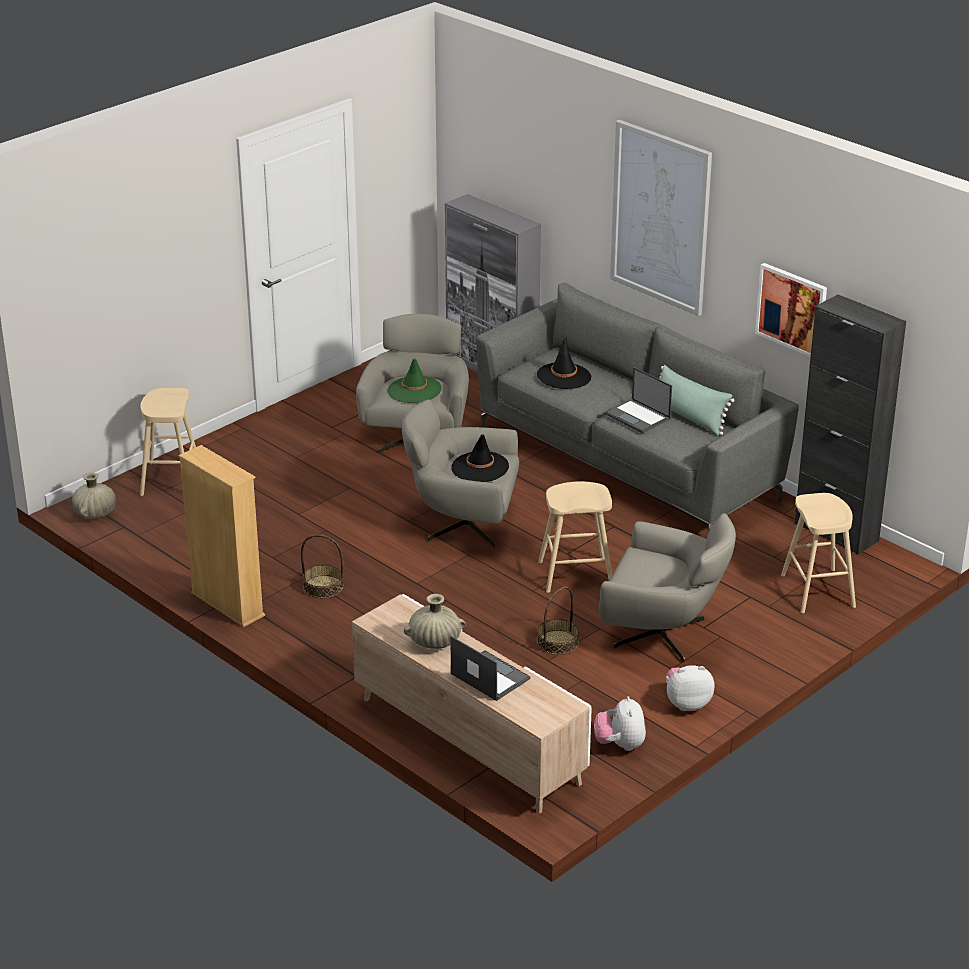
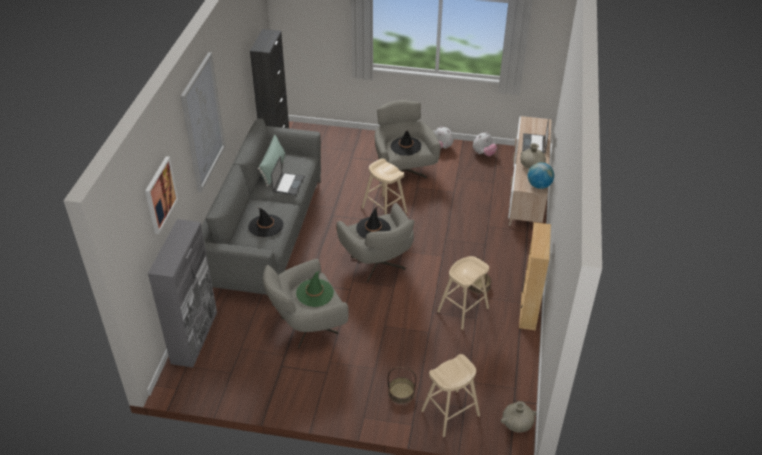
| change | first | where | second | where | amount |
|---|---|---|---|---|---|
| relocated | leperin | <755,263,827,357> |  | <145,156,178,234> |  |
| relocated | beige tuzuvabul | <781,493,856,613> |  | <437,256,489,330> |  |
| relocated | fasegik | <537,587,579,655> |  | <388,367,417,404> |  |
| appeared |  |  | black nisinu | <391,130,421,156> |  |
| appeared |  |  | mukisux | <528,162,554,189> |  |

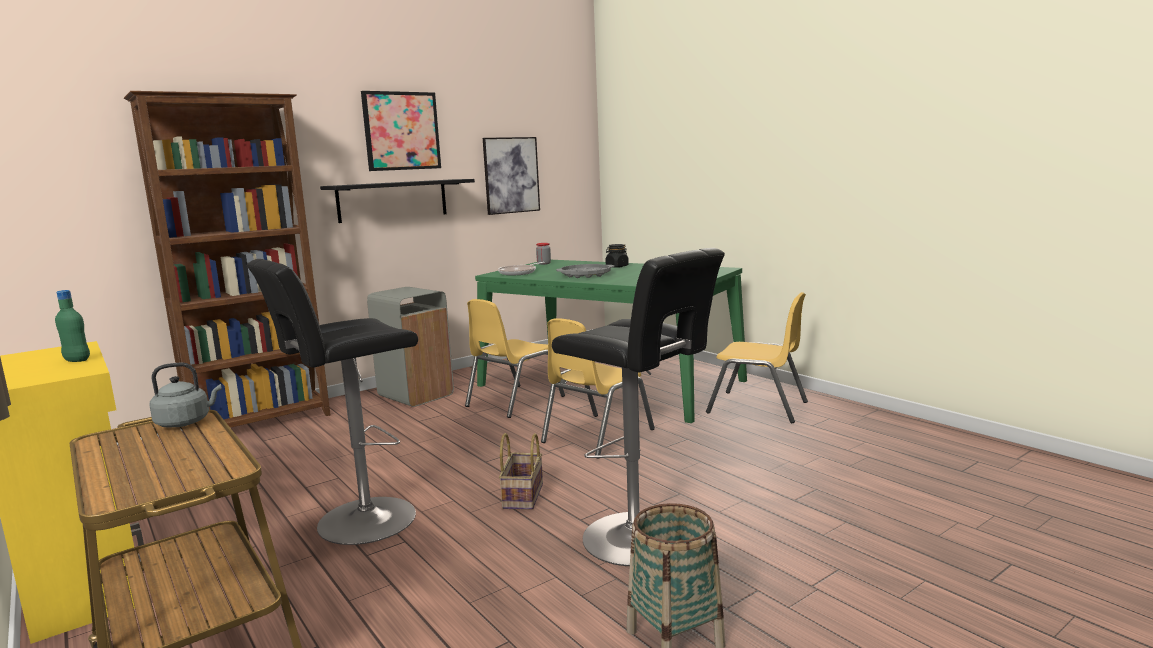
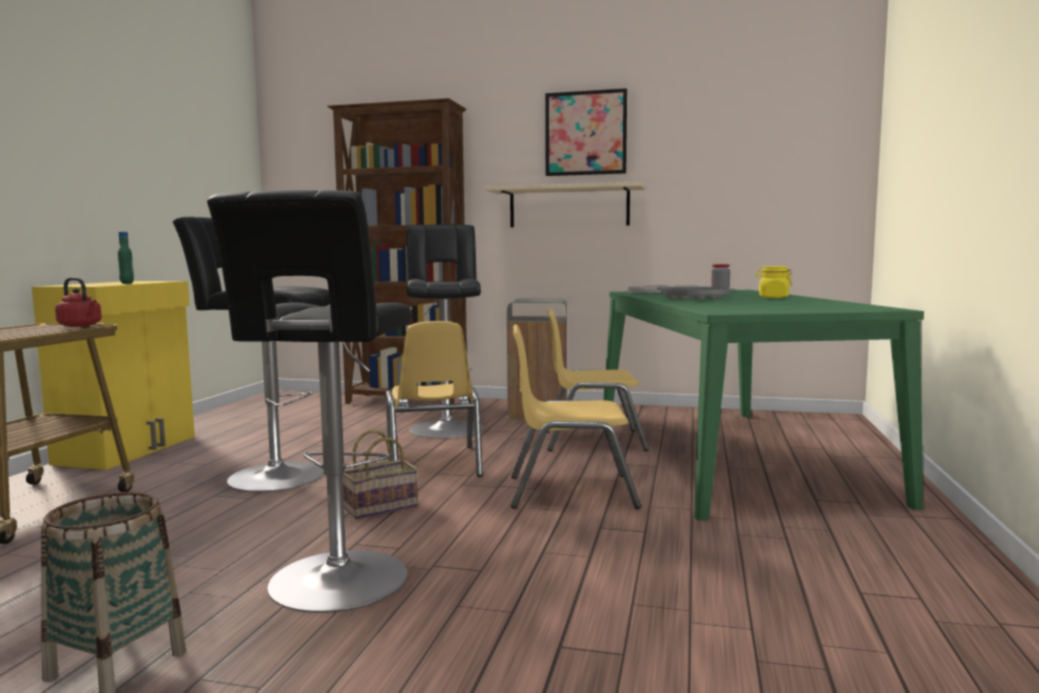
| change | first | where | second | where | amount |
|---|---|---|---|---|---|
| missing | leperin | <483,137,540,215> |  |  |  |
| colour | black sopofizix | <320,179,475,223> | beige sopofizix | <485,182,645,227> |  |
| colour | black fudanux | <606,244,629,268> | yellow fudanux | <756,266,792,298> |  |
| relocated | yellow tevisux | <706,292,808,423> |  | <386,321,483,477> |  |
| colour | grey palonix | <149,362,222,427> | red palonix | <55,277,102,327> |  |
| appeared |  |  | black tuzuvabul | <407,224,484,438> |  |

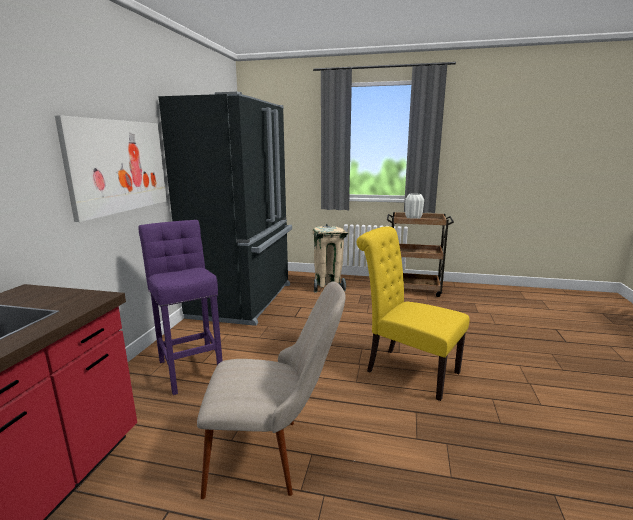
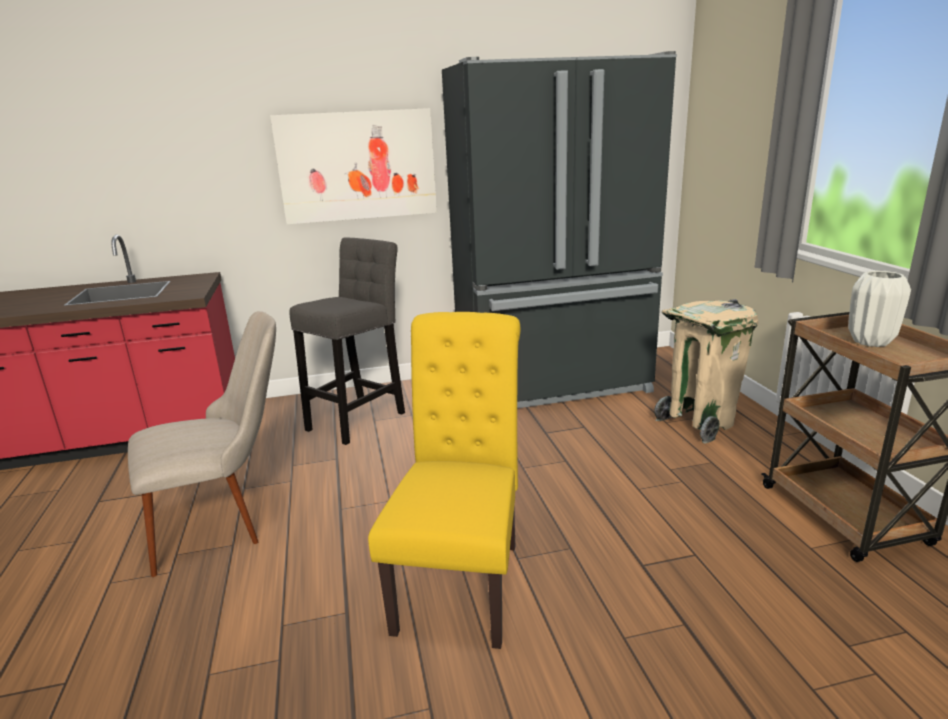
| change | first | where | second | where | amount |
|---|---|---|---|---|---|
| colour | purple tuzuvabul | <138,220,223,395> | grey tuzuvabul | <289,237,405,445> |  |
| spun | beige tevisux | <197,281,346,499> |  | <128,311,276,577> | 90 degrees counterclockwise |

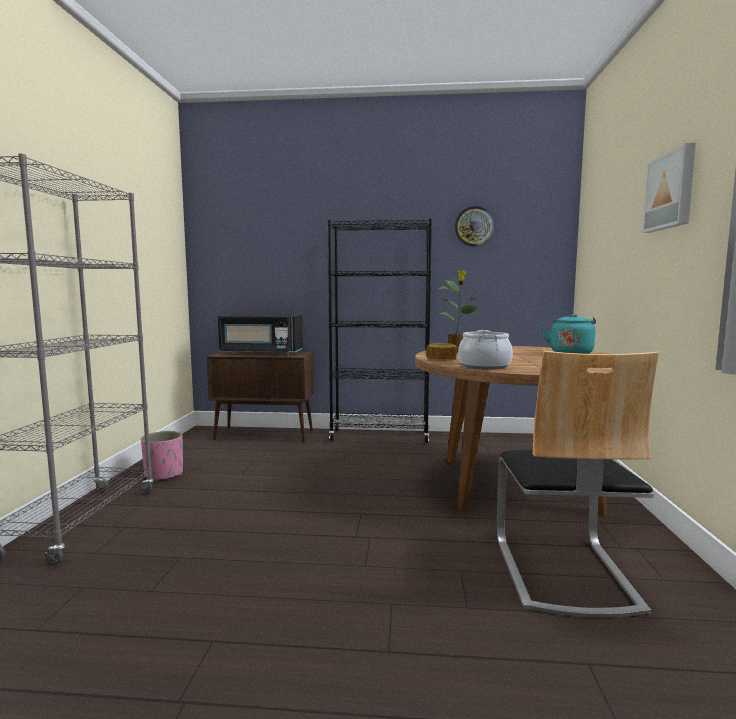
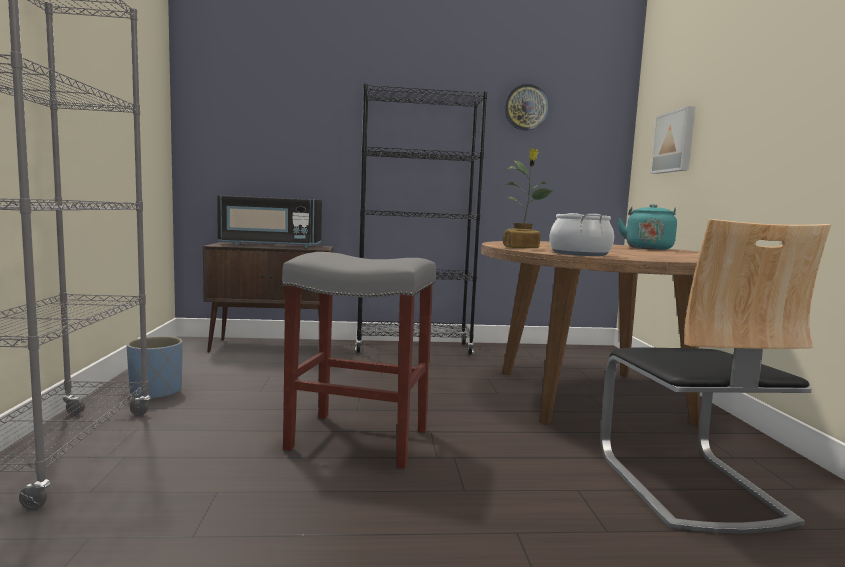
| change | first | where | second | where | amount |
|---|---|---|---|---|---|
| relocated | leperin | <642,143,696,233> |  | <650,106,696,174> |  |
| colour | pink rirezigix | <141,431,183,481> | blue rirezigix | <126,336,183,401> |  |
| appeared |  |  | grey tuzuvabul | <282,252,436,468> |  |

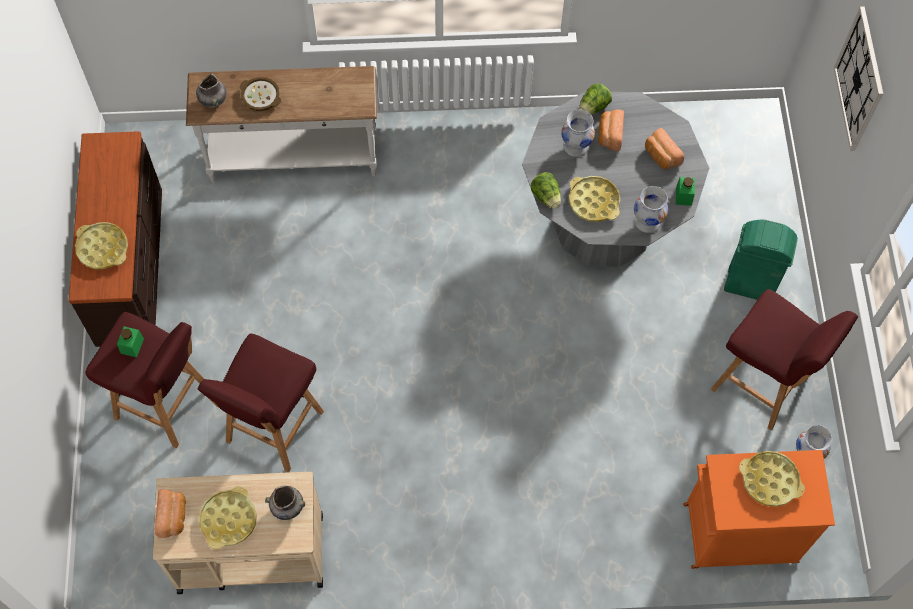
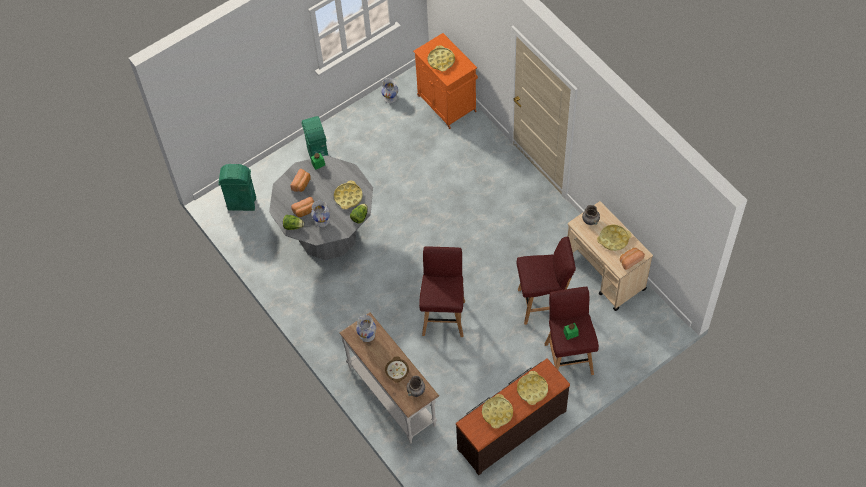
| change | first | where | second | where | amount |
|---|---|---|---|---|---|
| missing | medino | <834,6,883,151> |  |  |  |
| relocated | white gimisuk | <634,186,668,233> |  | <356,315,376,342> |  |
| relocated | red tuzuvabul | <711,289,858,430> |  | <419,247,465,337> |  |
| appeared |  |  | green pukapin | <218,164,256,211> |  |
| appeared |  |  | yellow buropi | <482,394,513,429> |  |

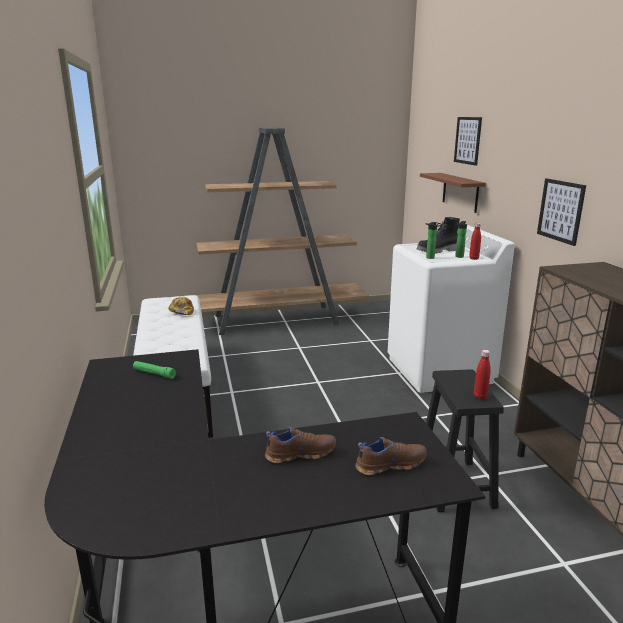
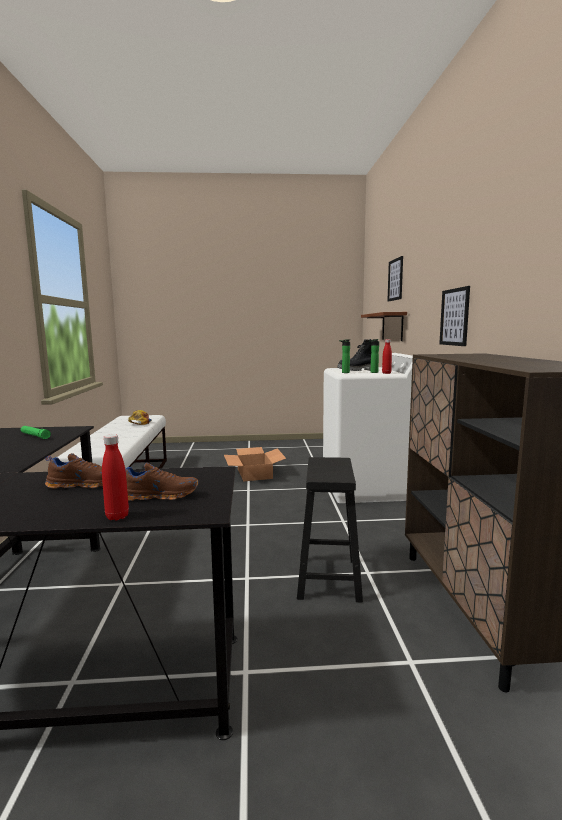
| change | first | where | second | where | amount |
|---|---|---|---|---|---|
| missing | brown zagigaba | <196,127,369,335> |  |  |  |
| relocated | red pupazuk | <474,350,491,399> |  | <102,434,129,520> |  |
| appeared |  |  | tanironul | <224,447,286,481> |  |

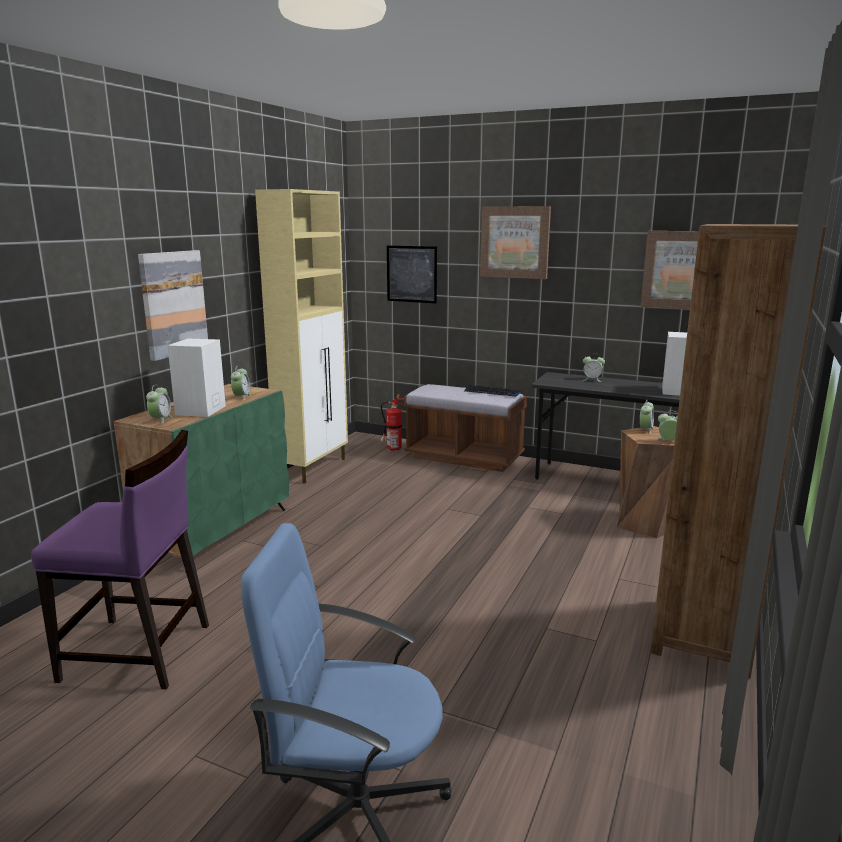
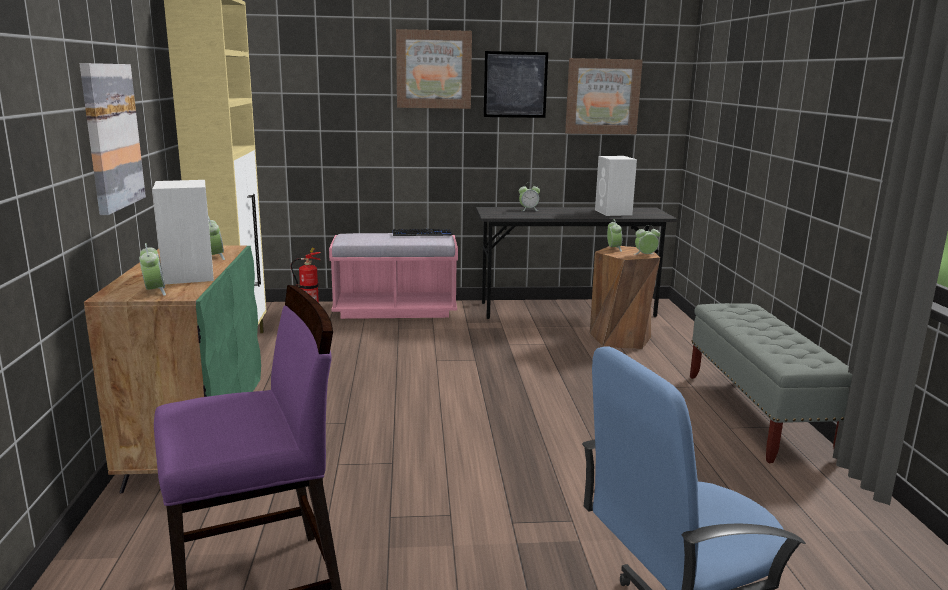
| change | first | where | second | where | amount |
|---|---|---|---|---|---|
| exchanged | brown zagigaba | <650,224,826,678> | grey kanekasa | <690,303,852,463> |  |
| relocated | leperin | <387,246,437,303> |  | <484,51,548,118> |  |
| colour | brown kanekasa | <404,384,527,472> | pink kanekasa | <329,233,458,319> |  |

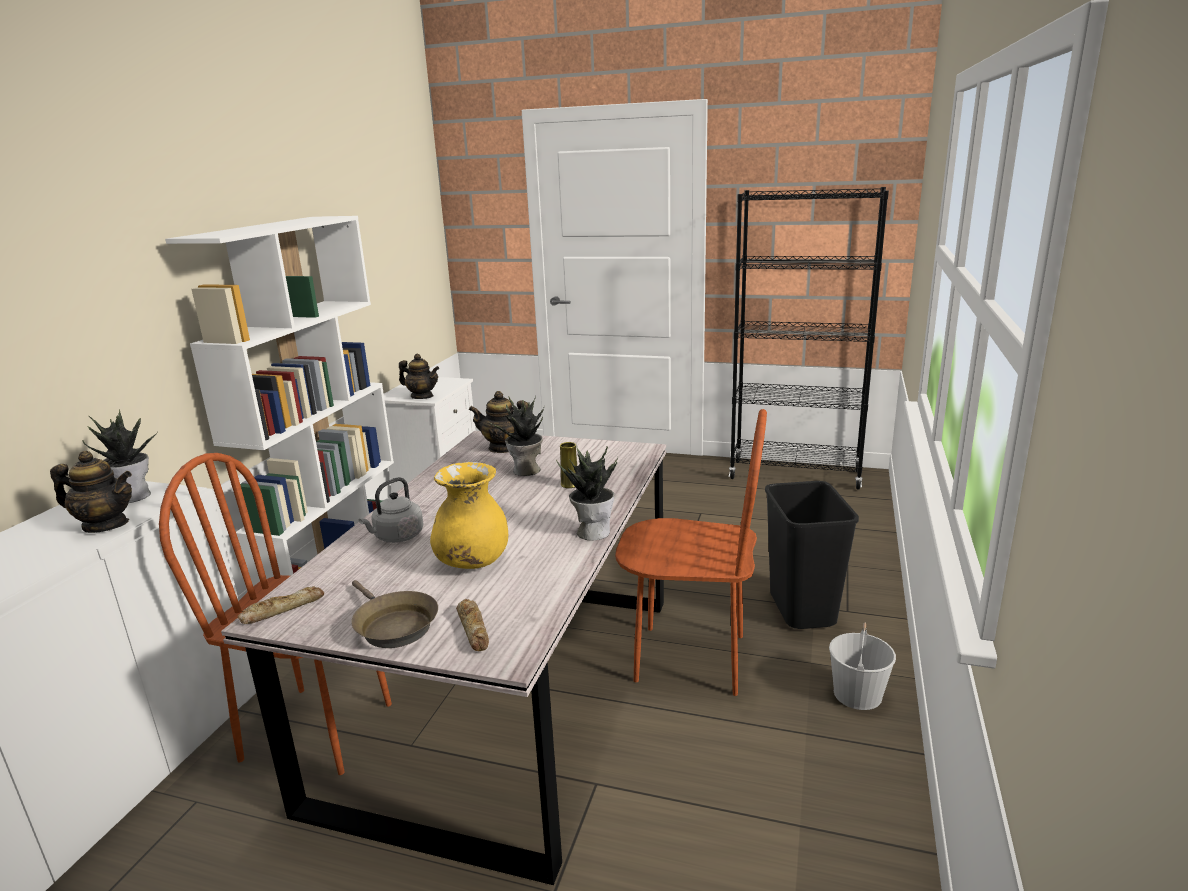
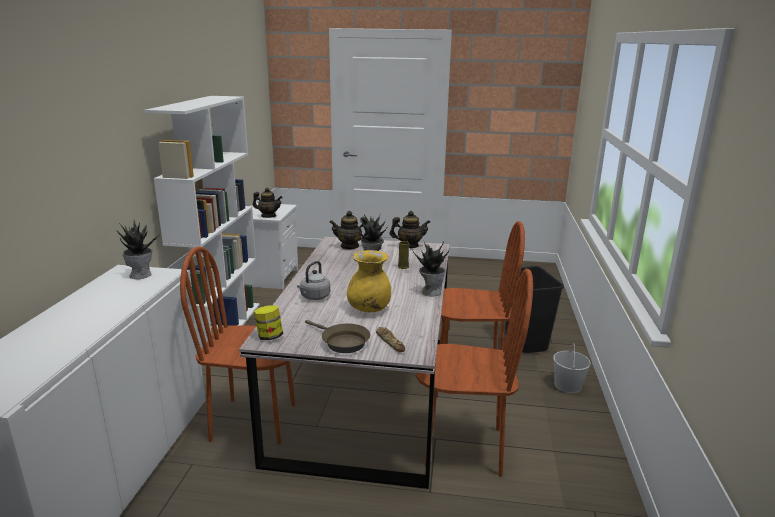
| change | first | where | second | where | amount |
|---|---|---|---|---|---|
| missing | black zagigaba | <729,187,889,490> |  |  |  |
| relocated | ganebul | <50,451,132,533> |  | <390,211,431,248> |  |
| exchanged | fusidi | <238,586,324,624> | fudanux | <254,305,283,340> |  |
| appeared |  |  | brown tevisux | <416,269,533,477> |  |

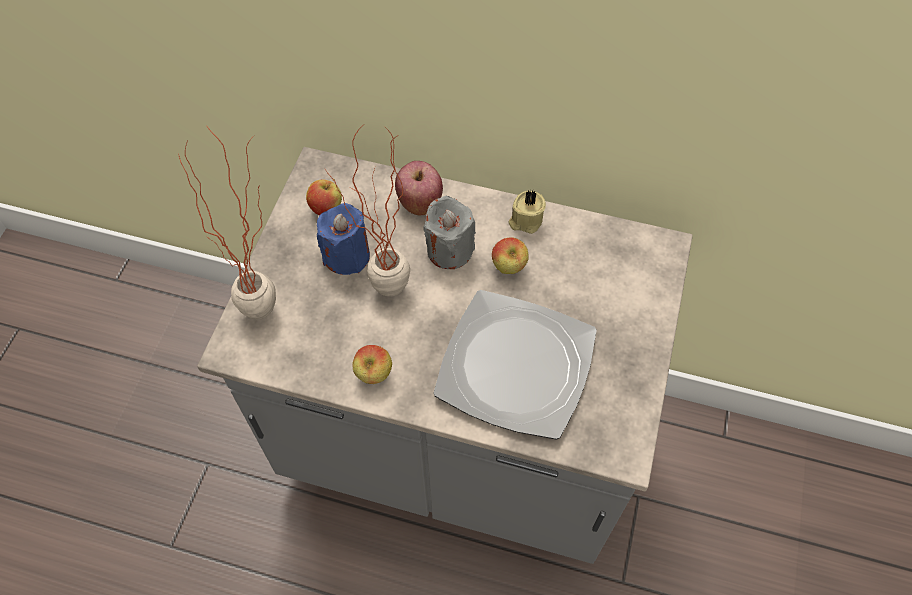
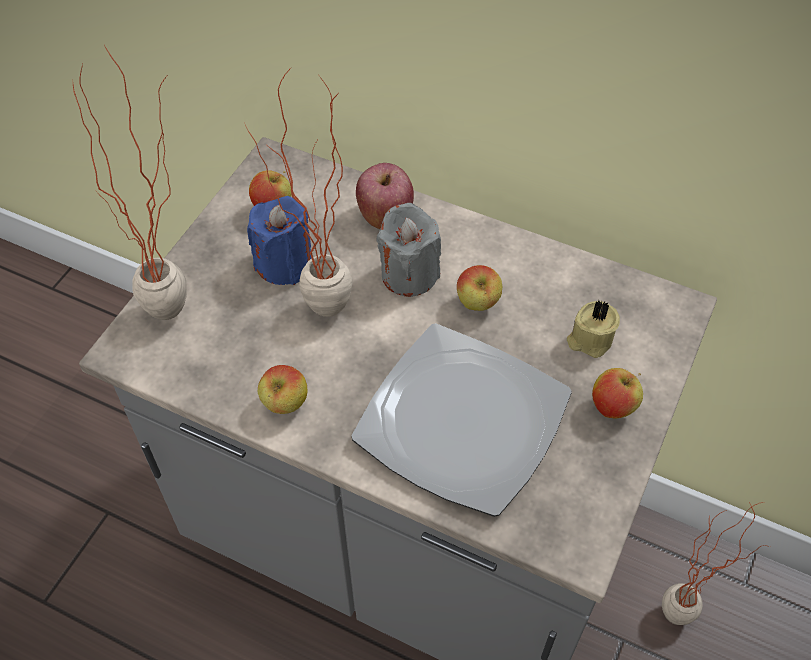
| change | first | where | second | where | amount |
|---|---|---|---|---|---|
| relocated | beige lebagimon | <508,189,546,234> |  | <567,300,620,358> |  |
| appeared |  |  | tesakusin | <592,368,643,419> |  |
| appeared |  |  | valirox | <662,502,770,625> |  |

